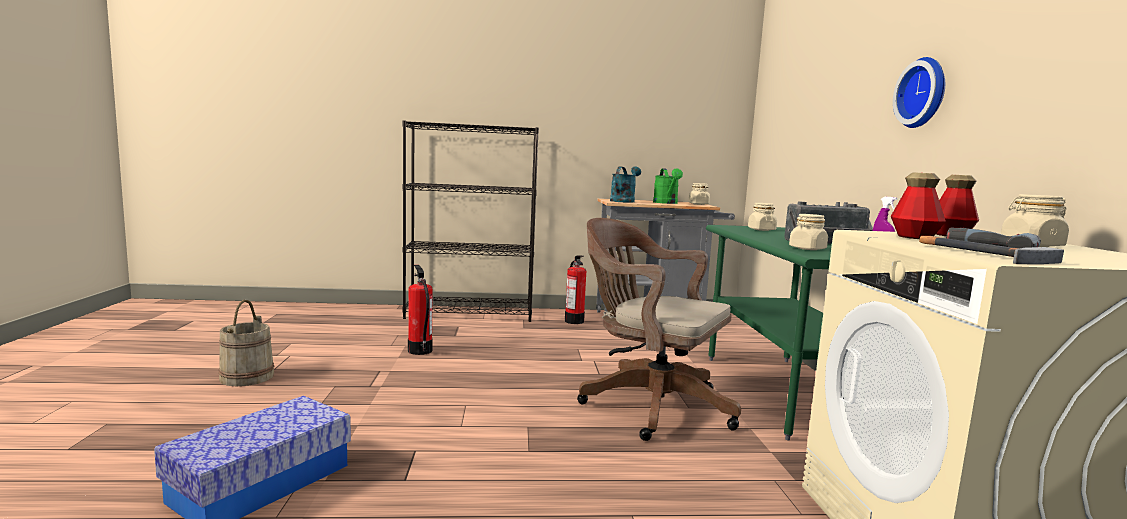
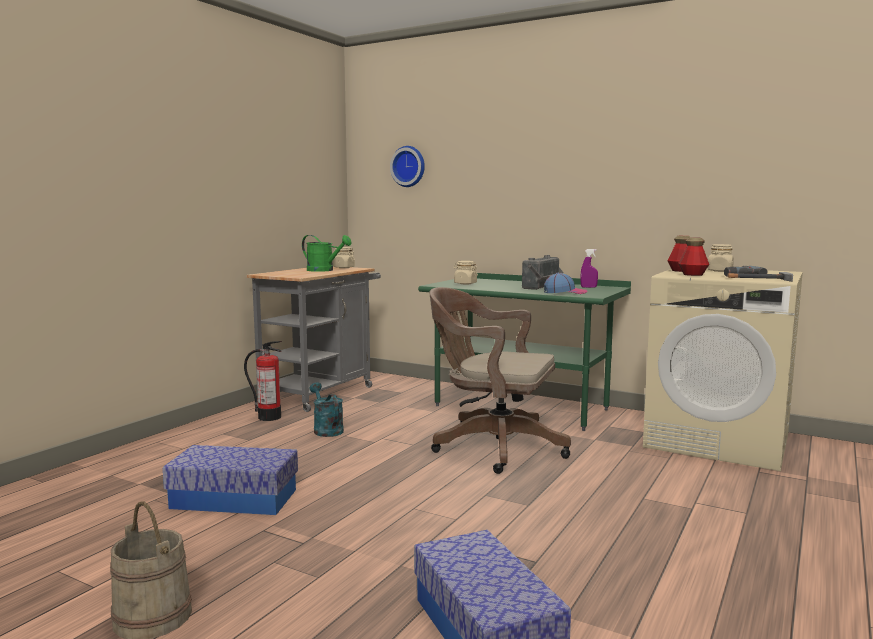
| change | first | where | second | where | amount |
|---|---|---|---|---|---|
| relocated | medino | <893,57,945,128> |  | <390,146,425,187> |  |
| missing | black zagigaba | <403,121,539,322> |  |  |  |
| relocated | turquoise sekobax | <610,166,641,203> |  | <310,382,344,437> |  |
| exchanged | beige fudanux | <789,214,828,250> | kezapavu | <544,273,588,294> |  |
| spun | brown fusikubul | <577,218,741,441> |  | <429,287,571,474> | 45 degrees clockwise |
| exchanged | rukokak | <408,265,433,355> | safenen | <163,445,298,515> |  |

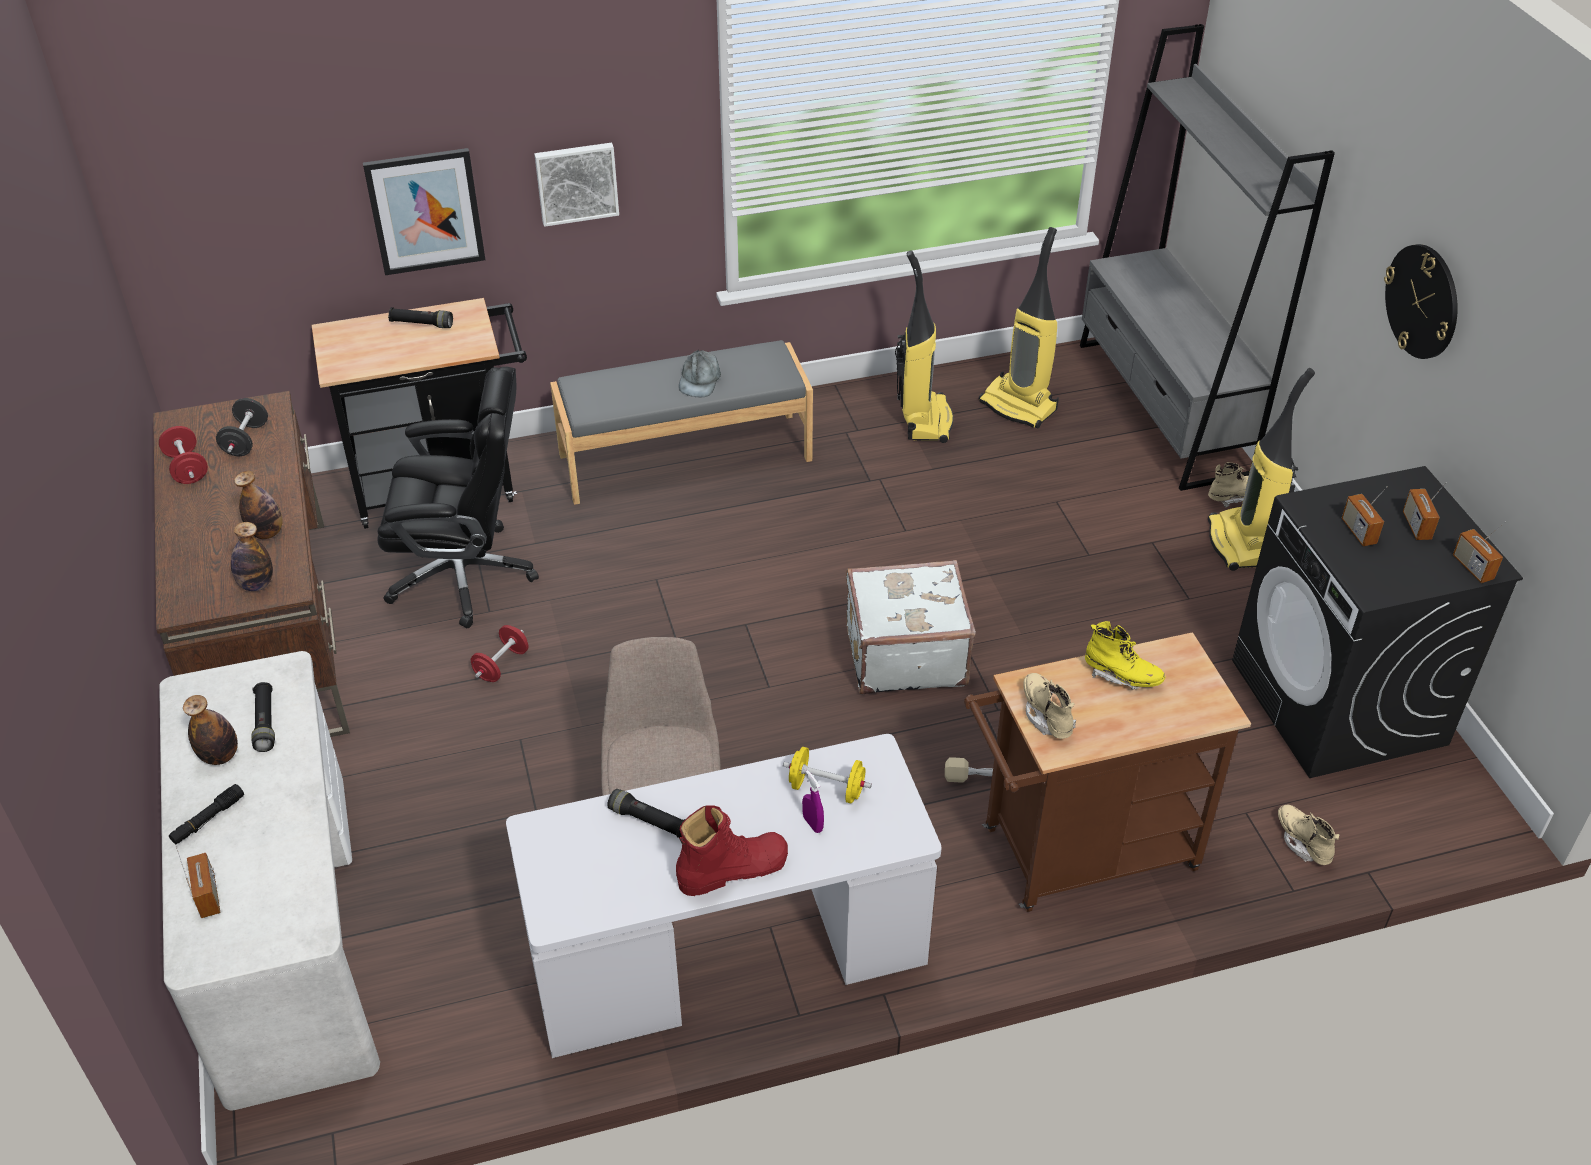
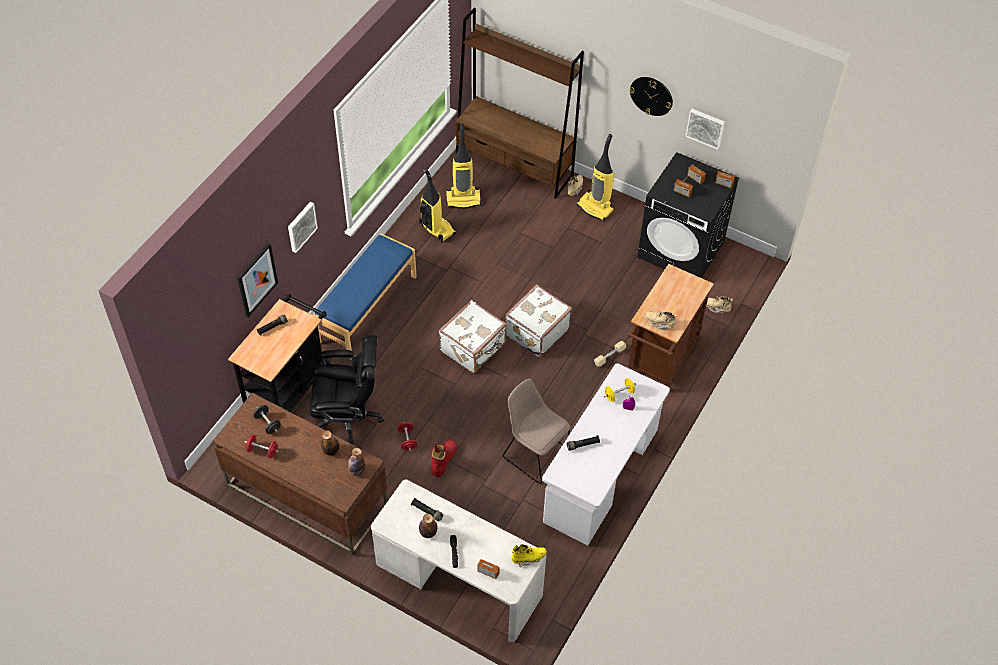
| change | first | where | second | where | amount |
|---|---|---|---|---|---|
| colour | grey zagigaba | <1080,24,1335,491> | brown zagigaba | <456,8,584,199> |  |
| colour | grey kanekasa | <550,340,813,505> | blue kanekasa | <313,234,417,360> |  |
| missing | grey kezapavu | <679,349,721,397> |  |  |  |
| spun | black fusikubul | <377,367,539,628> |  | <310,335,384,445> | 45 degrees clockwise |
| relocated | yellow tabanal | <1085,621,1165,690> |  | <511,544,547,568> |  |
| relocated | red tabanal | <676,805,788,896> |  | <431,440,457,477> |  |
| appeared |  |  | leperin | <685,109,725,150> |  |
| appeared |  |  | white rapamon | <439,300,507,373> |  |

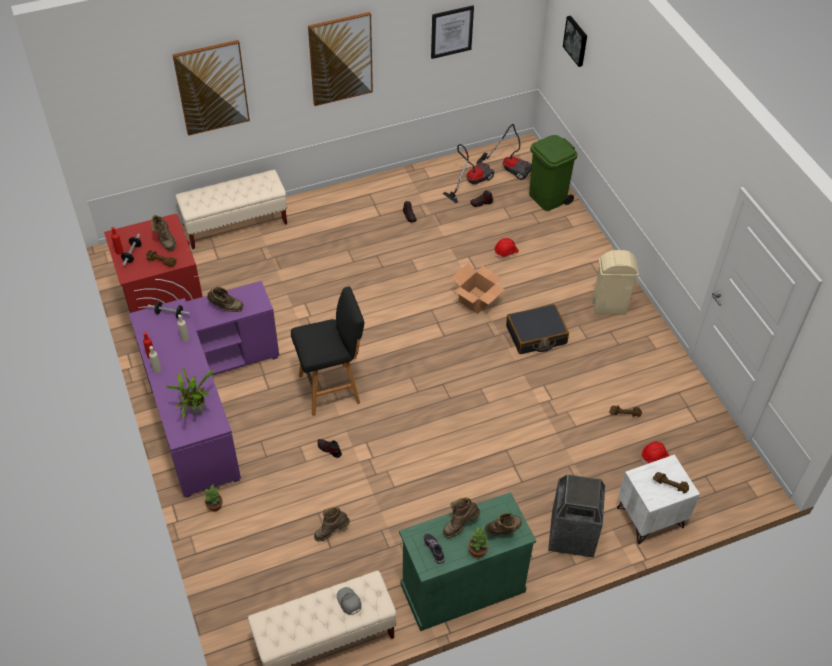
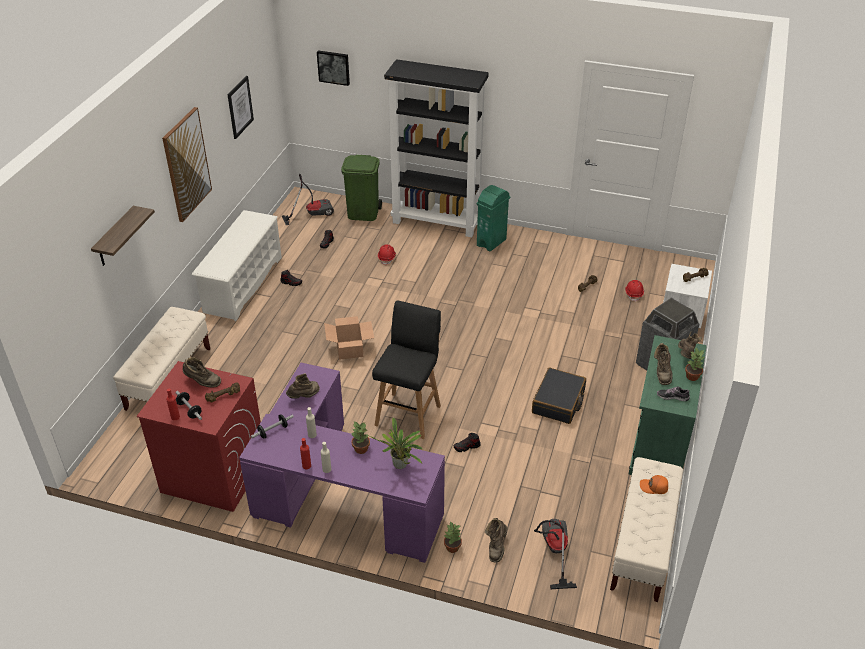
| change | first | where | second | where | amount |
|---|---|---|---|---|---|
| exchanged | leperin | <172,40,250,136> | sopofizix | <91,206,155,266> |  |
| relocated | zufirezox | <443,144,495,203> |  | <534,519,577,589> |  |
| colour | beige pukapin | <592,250,639,314> | green pukapin | <477,185,510,252> |  |
| relocated | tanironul | <451,263,505,314> |  | <324,316,374,360> |  |
| relocated | black rapamon | <506,304,569,354> |  | <532,368,586,424> |  |
| relocated | brown tabanal | <314,507,350,542> |  | <485,518,507,563> |  |
| colour | grey kezapavu | <337,587,361,615> | orange kezapavu | <640,475,668,494> |  |
| appeared |  |  | black zagigaba | <384,59,489,237> |  |
| appeared |  |  | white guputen | <192,210,282,321> |  |
| appeared |  |  | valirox | <351,422,370,454> |  |

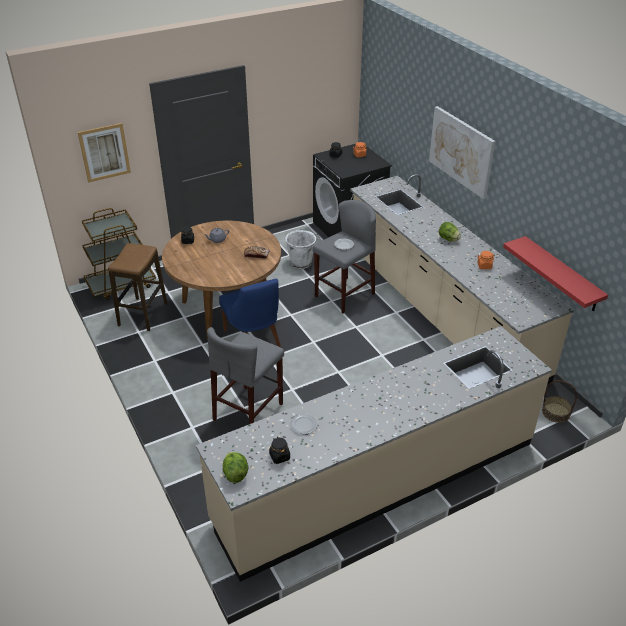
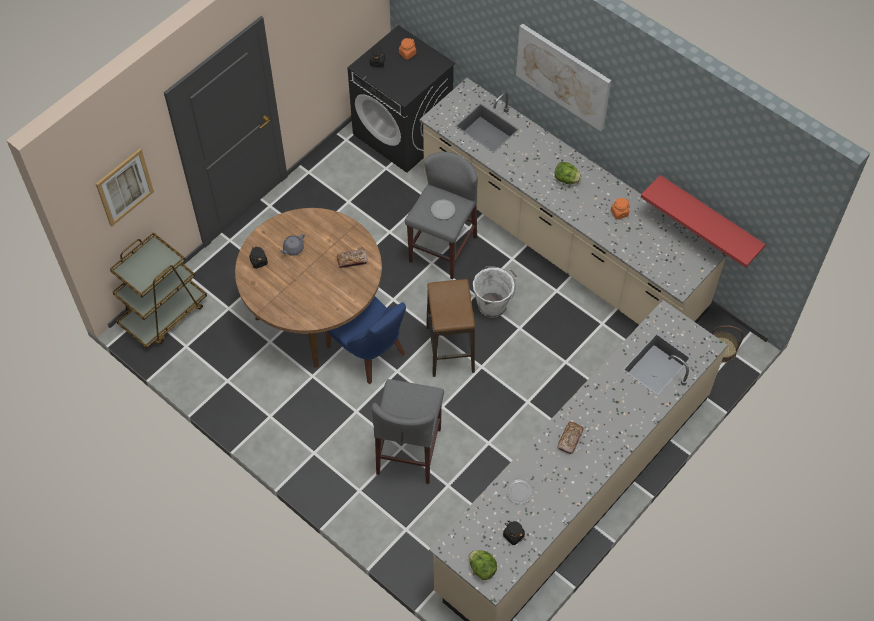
| change | first | where | second | where | amount |
|---|---|---|---|---|---|
| relocated | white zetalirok | <285,229,320,269> |  | <473,266,517,318> |  |
| relocated | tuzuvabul | <108,243,167,331> |  | <426,279,475,377> |  |
| appeared |  |  | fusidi | <558,422,584,454> |  |

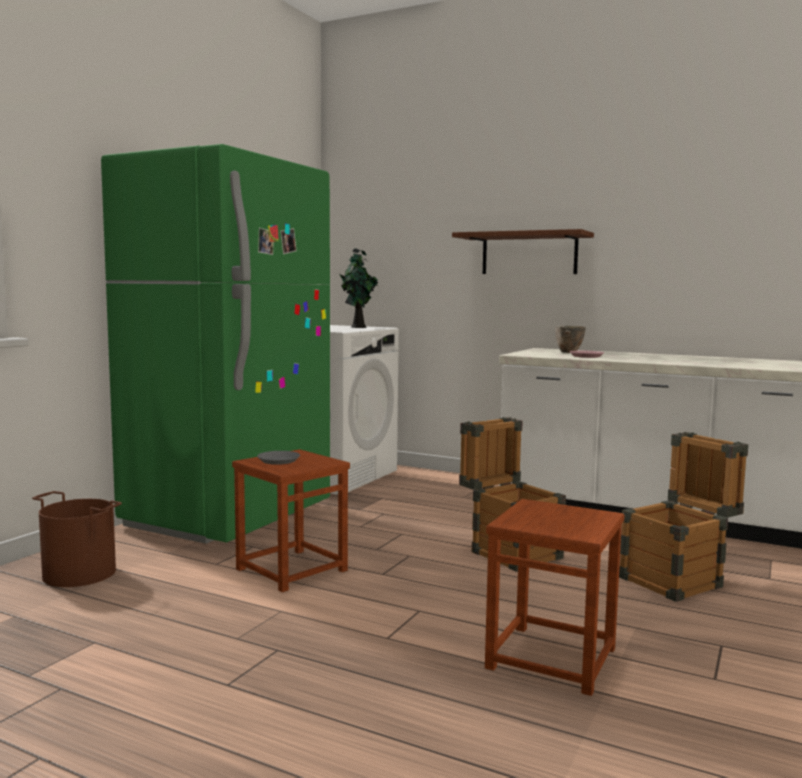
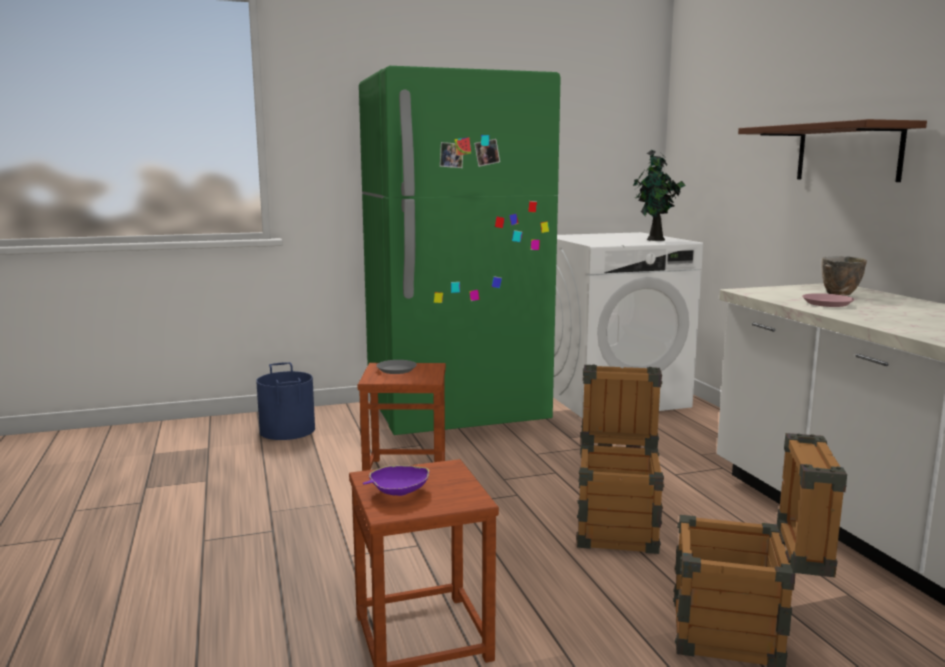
| change | first | where | second | where | amount |
|---|---|---|---|---|---|
| colour | brown zetalirok | <32,491,122,587> | blue zetalirok | <256,362,315,440> |  |
| appeared |  |  | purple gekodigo | <363,465,429,496> |  |

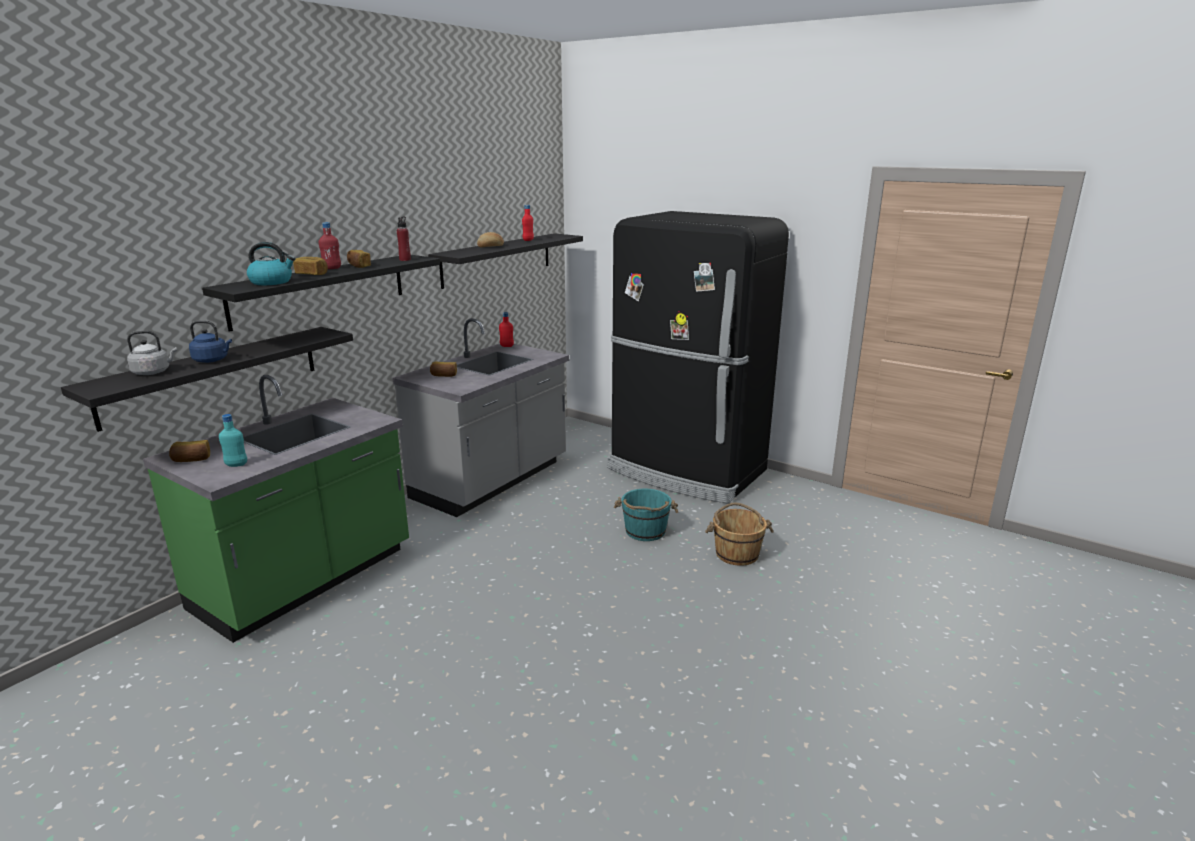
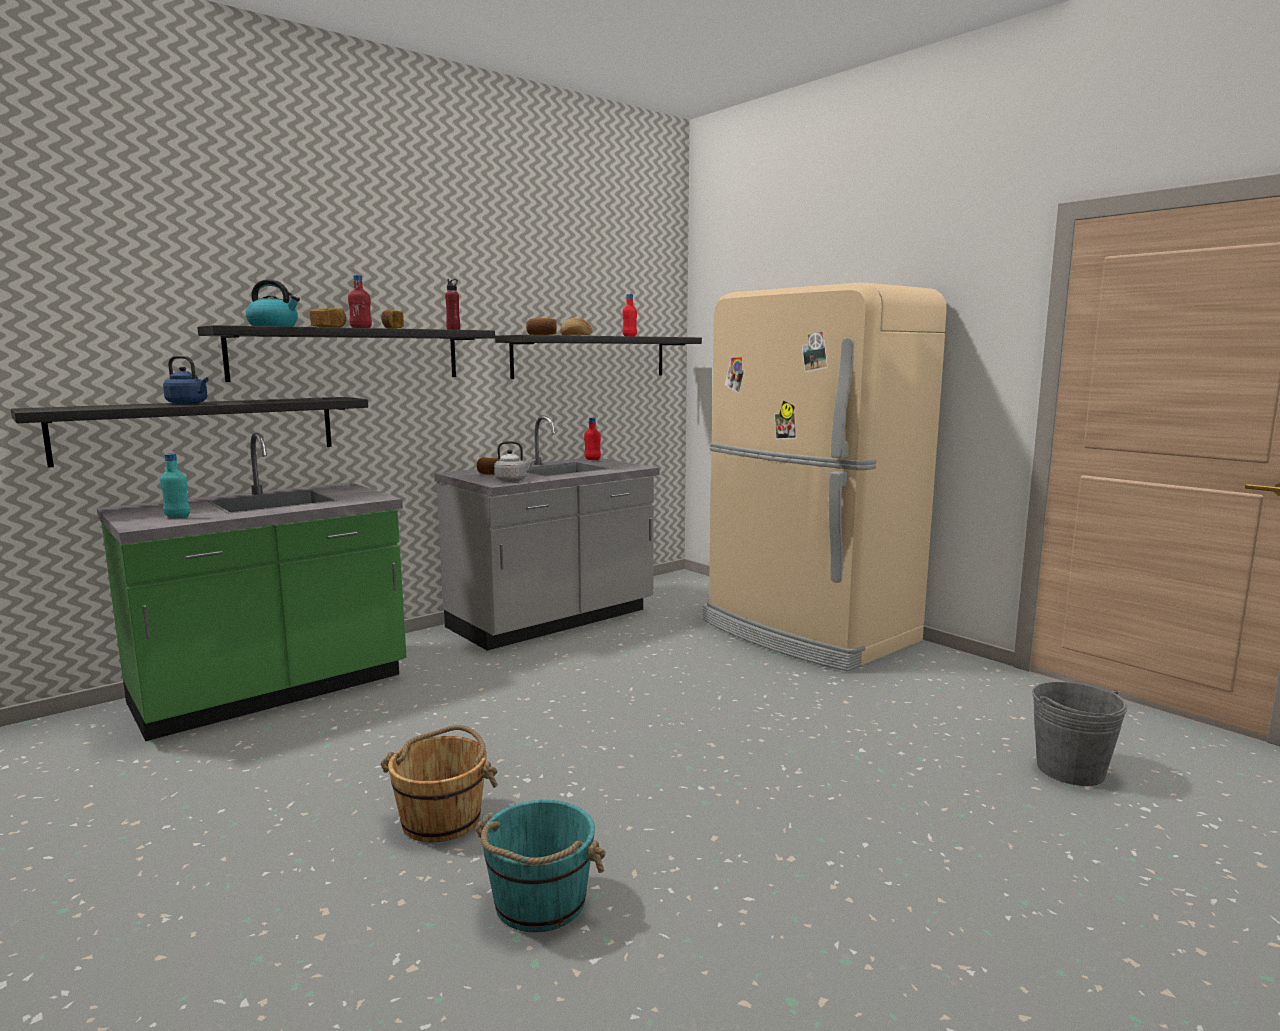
| change | first | where | second | where | amount |
|---|---|---|---|---|---|
| colour | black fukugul | <607,211,789,504> | beige fukugul | <703,282,947,671> |  |
| relocated | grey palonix | <127,331,177,375> |  | <494,441,536,482> |  |
| relocated | fusidi | <169,440,210,462> |  | <526,318,557,335> |  |
| relocated | turquoise zetalirok | <614,489,678,541> |  | <475,800,606,932> |  |
| relocated | brown zetalirok | <705,502,774,566> |  | <380,725,498,842> |  |
| appeared |  |  | grey zetalirok | <1032,682,1128,786> |  |

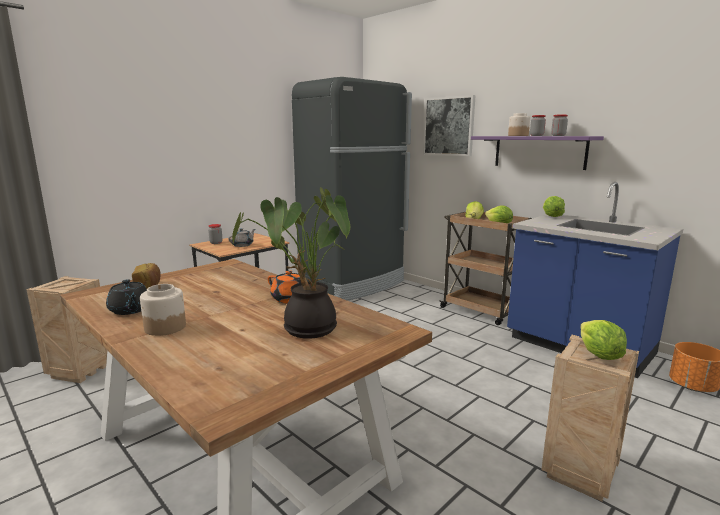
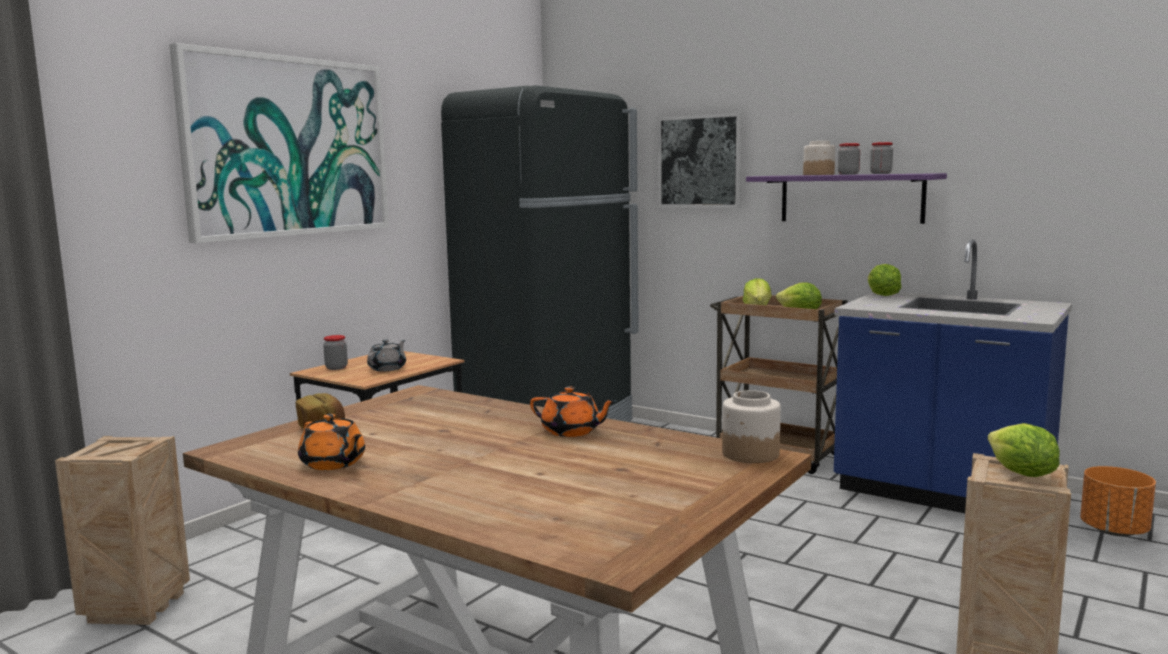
| change | first | where | second | where | amount |
|---|---|---|---|---|---|
| missing | valirox | <232,187,350,339> |  |  |  |
| colour | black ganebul | <106,279,147,315> | orange ganebul | <298,414,365,470> |  |
| relocated | fudanux | <140,284,186,336> |  | <722,390,781,463> |  |
| appeared |  |  | leperin | <169,43,389,243> |  |

